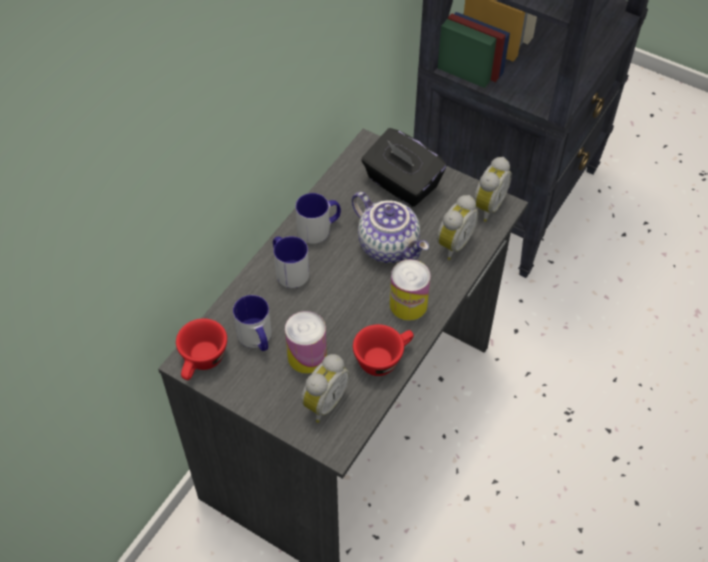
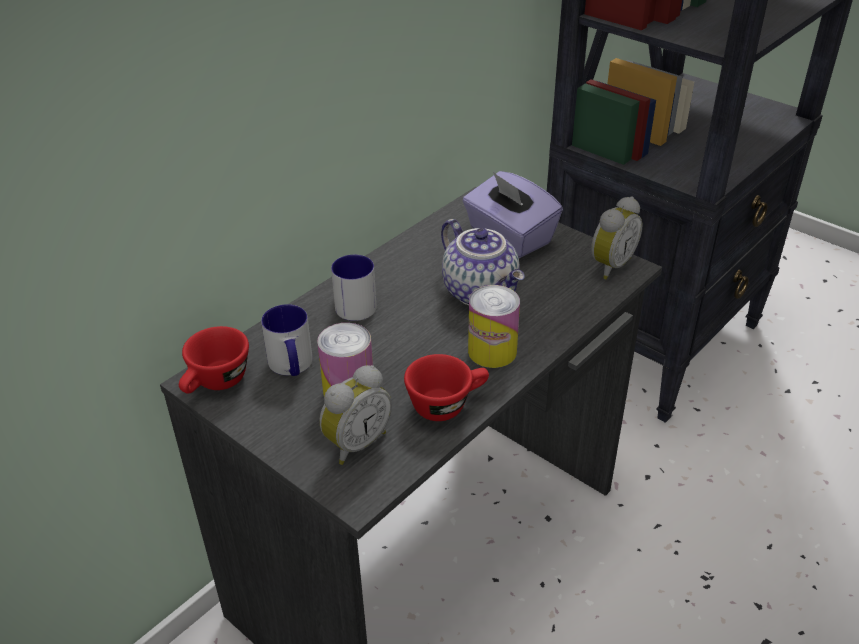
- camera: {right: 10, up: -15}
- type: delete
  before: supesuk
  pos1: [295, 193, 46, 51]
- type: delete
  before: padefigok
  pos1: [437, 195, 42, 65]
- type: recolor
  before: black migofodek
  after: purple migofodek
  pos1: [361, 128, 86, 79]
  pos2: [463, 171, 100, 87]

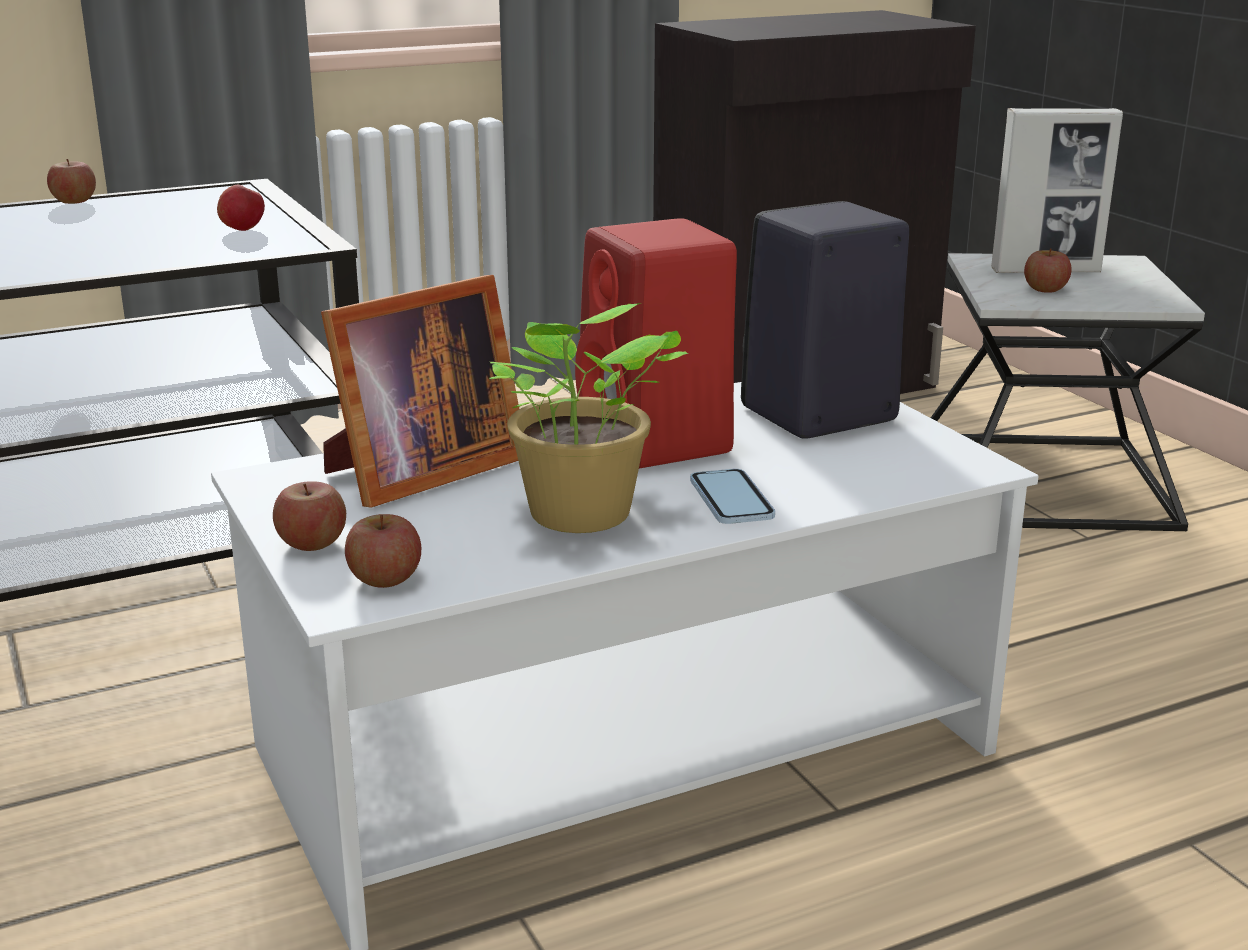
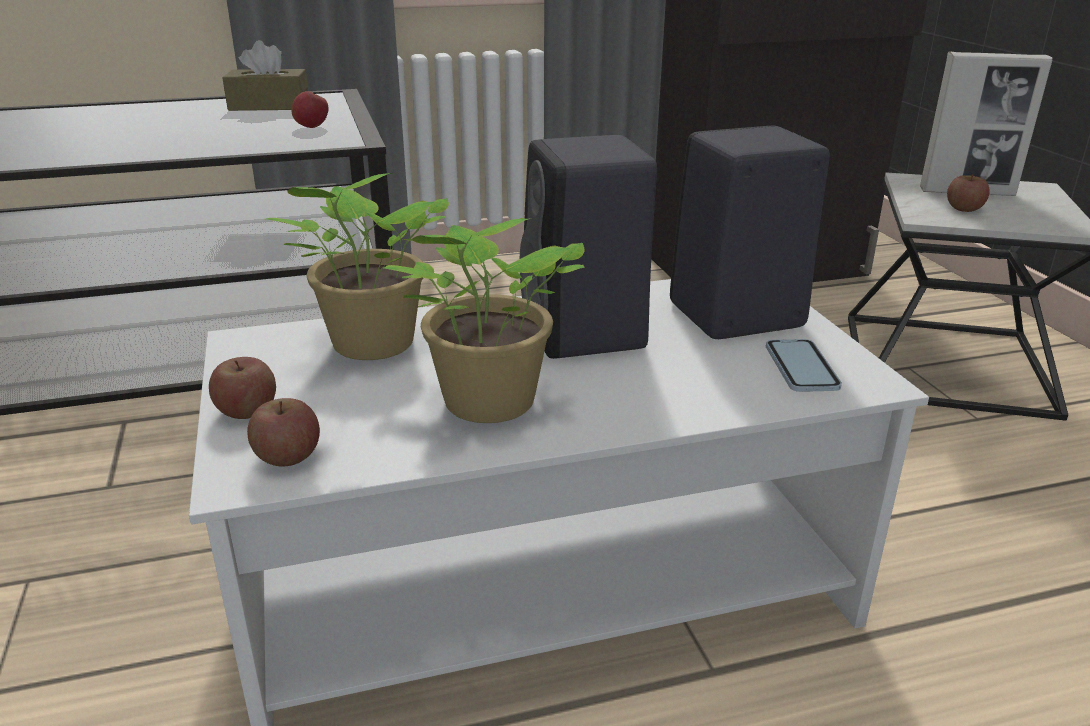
- camera: {right: 10, up: 5}
- type: delete
  before: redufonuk
  pos1: [47, 159, 49, 45]
- type: insert
  after: brown migofodek
  pos2: [223, 40, 85, 71]
- type: move
  before: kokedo
  pos1: [690, 469, 85, 55]
  pos2: [766, 339, 76, 53]
- type: replace
  before: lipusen
  after: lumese
  pos1: [321, 275, 198, 233]
  pos2: [266, 173, 183, 187]
- type: recolor
  before: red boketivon
  after: black boketivon
  pos1: [575, 218, 162, 251]
  pos2: [520, 135, 137, 224]

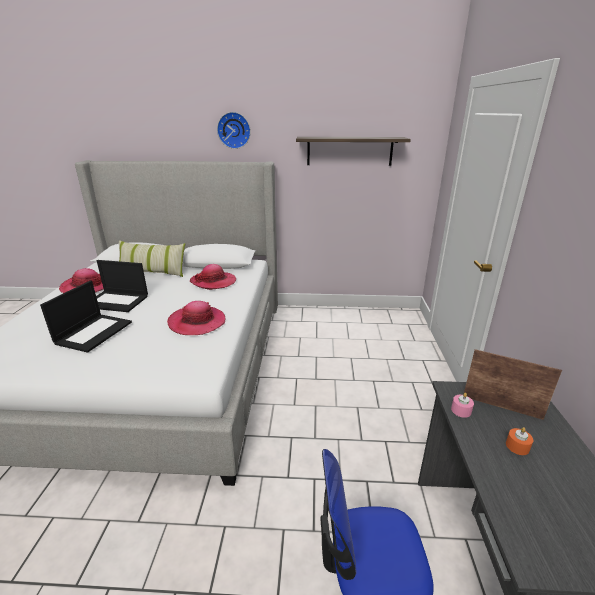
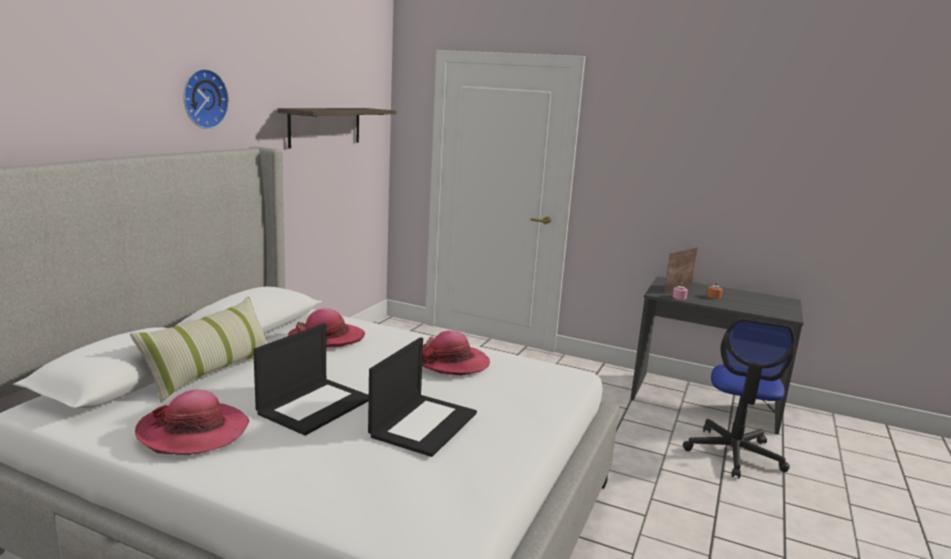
- camera: {right: -70, up: -10}
- type: rotate
  before: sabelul
  pos1: [40, 281, 92, 72]
  pos2: [368, 337, 109, 120]
  turn: 75

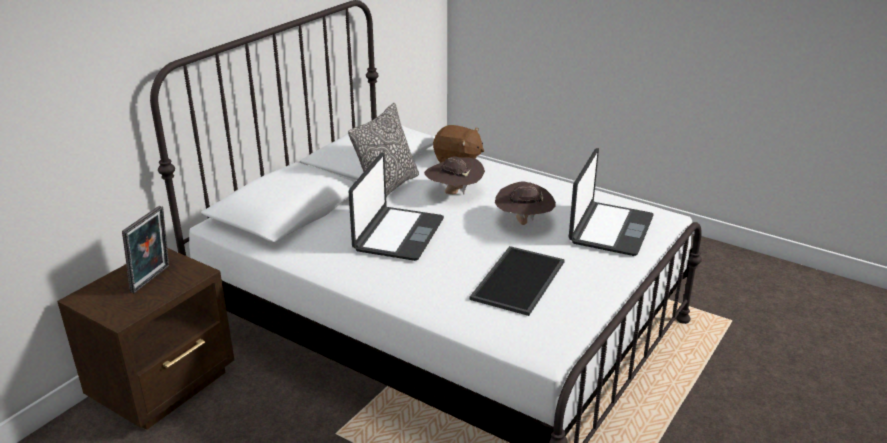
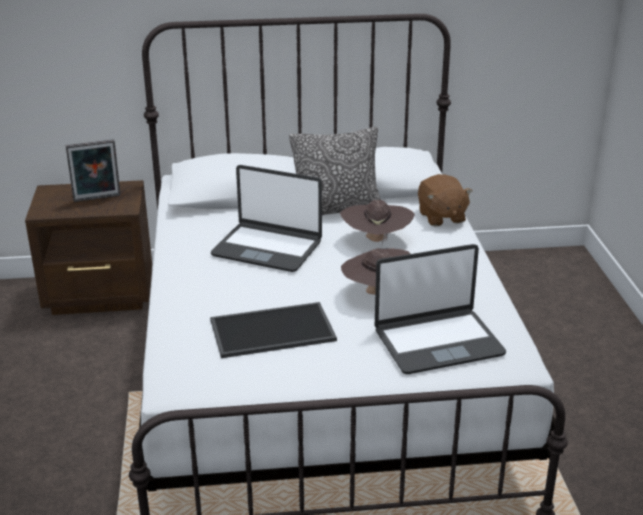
- camera: {right: 50, up: 0}
- type: rotate
  before: sabelul
  pos1: [349, 153, 95, 108]
  pos2: [211, 165, 111, 107]
  turn: 45

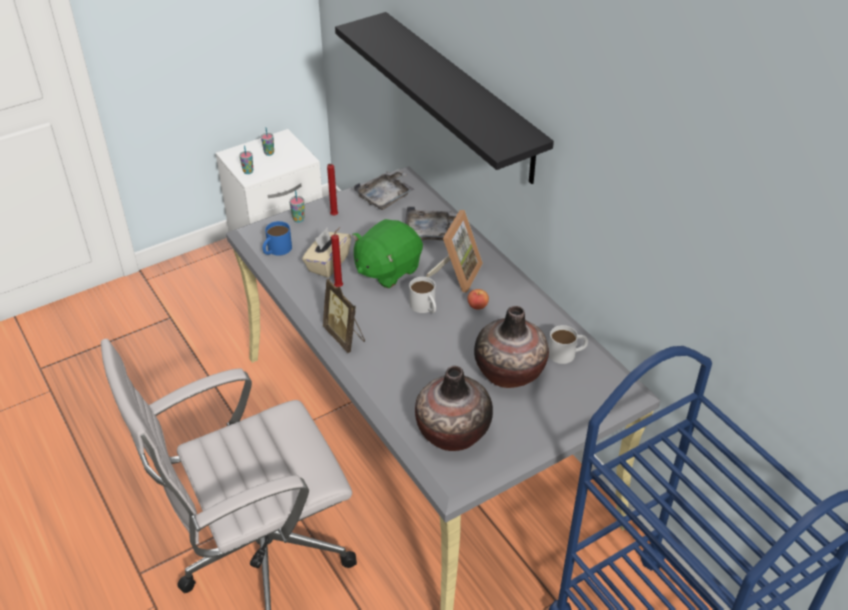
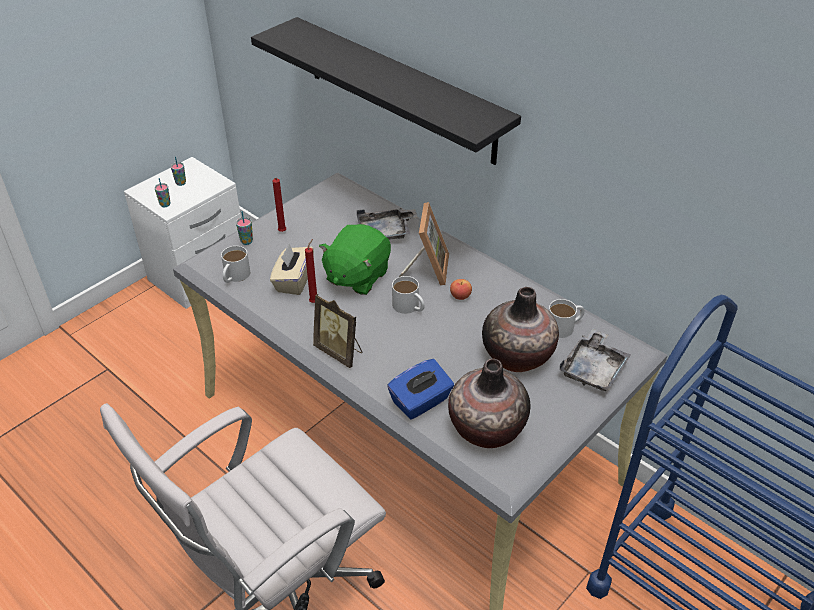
- camera: {right: -15, up: 0}
- type: insert
  after: blue migofodek
  pos2: [387, 359, 67, 61]
- type: move
  before: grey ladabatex
  pos1: [354, 169, 60, 41]
  pos2: [560, 328, 71, 63]
- type: recolor
  before: blue supesuk
  after: white supesuk
  pos1: [262, 221, 30, 34]
  pos2: [221, 246, 29, 37]

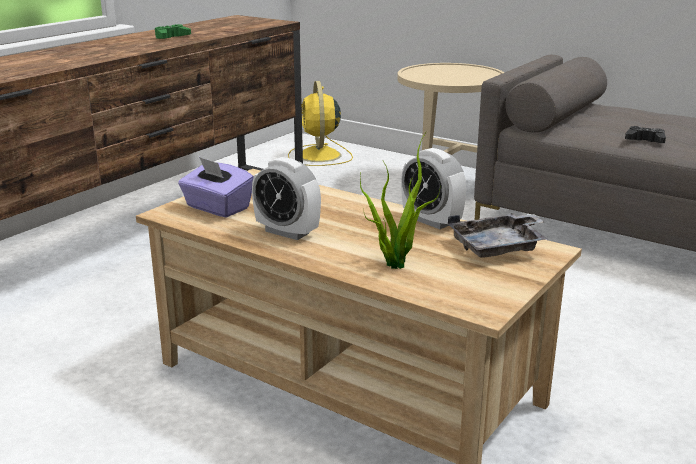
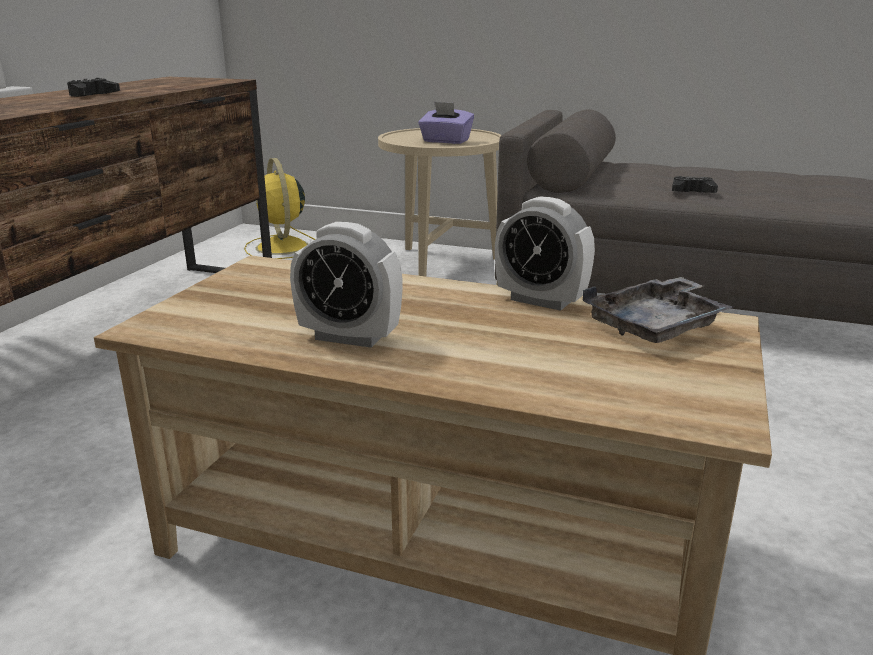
- camera: {right: -15, up: 0}
- type: delete
  before: lumese
  pos1: [360, 132, 81, 137]
- type: move
  before: purple migofodek
  pos1: [178, 157, 76, 61]
  pos2: [418, 101, 56, 43]
- type: recolor
  before: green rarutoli
  after: black rarutoli
  pos1: [155, 24, 36, 15]
  pos2: [67, 77, 53, 20]

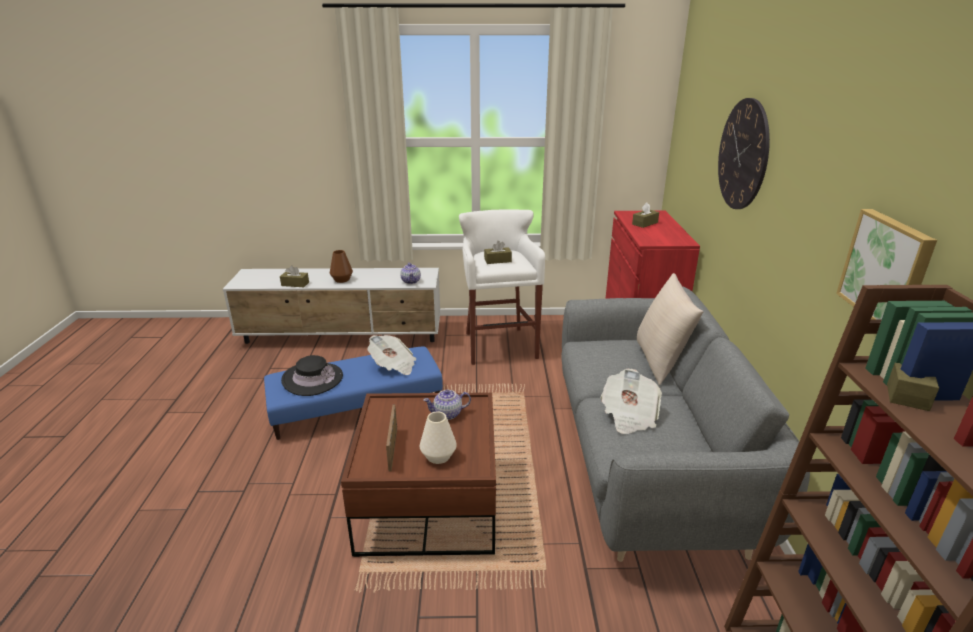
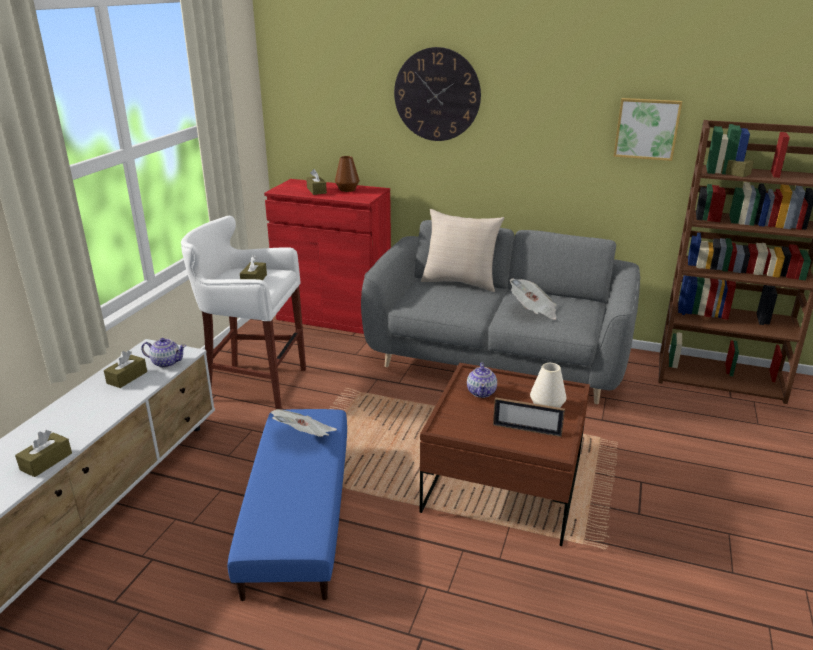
- camera: {right: -70, up: 0}
- type: delete
  before: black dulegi
  pos1: [281, 355, 62, 41]
- type: insert
  after: brown migofodek
  pos2: [104, 350, 43, 38]
- type: move
  before: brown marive
  pos1: [330, 250, 23, 33]
  pos2: [335, 156, 24, 36]

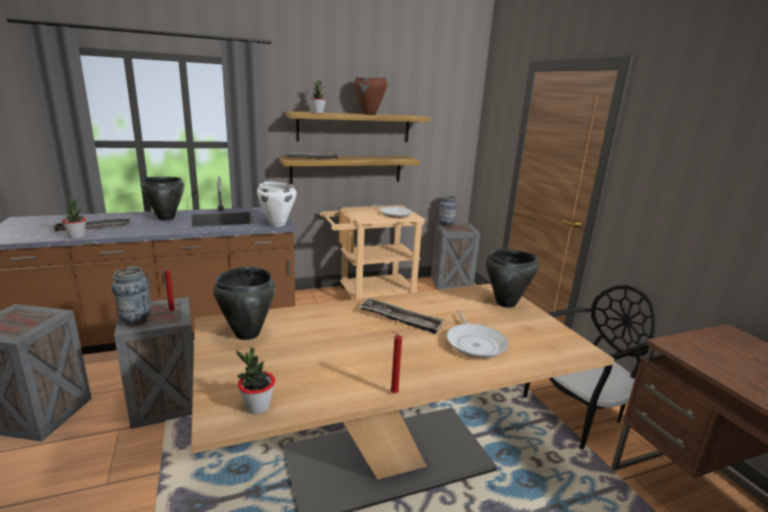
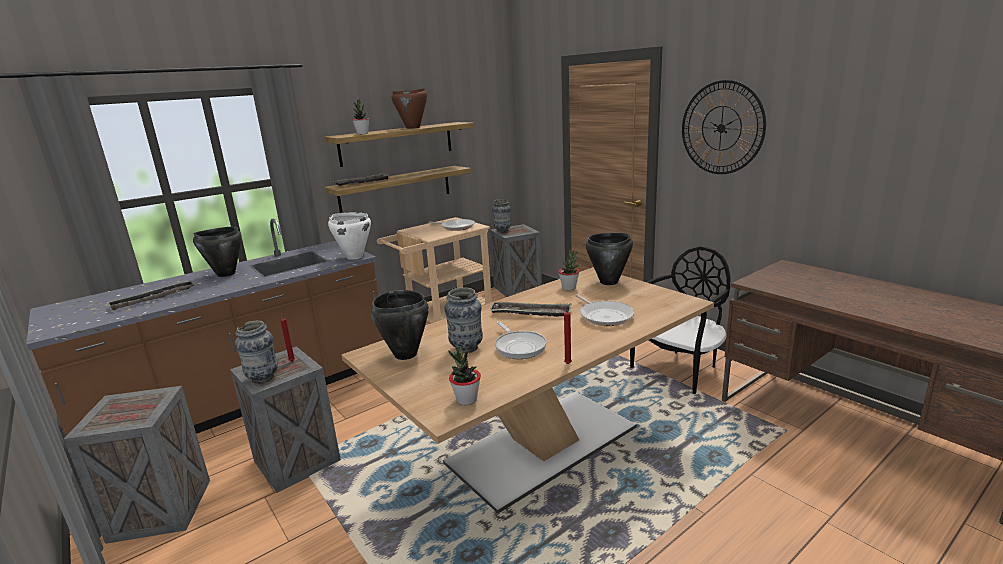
- camera: {right: -15, up: 0}
- type: insert
  after: marive
  pos2: [444, 287, 39, 67]
- type: insert
  after: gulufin
  pos2: [495, 321, 52, 38]
- type: insert
  after: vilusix
  pos2: [682, 80, 84, 94]
- type: move
  before: lumese
  pos1: [62, 198, 24, 41]
  pos2: [558, 249, 22, 41]

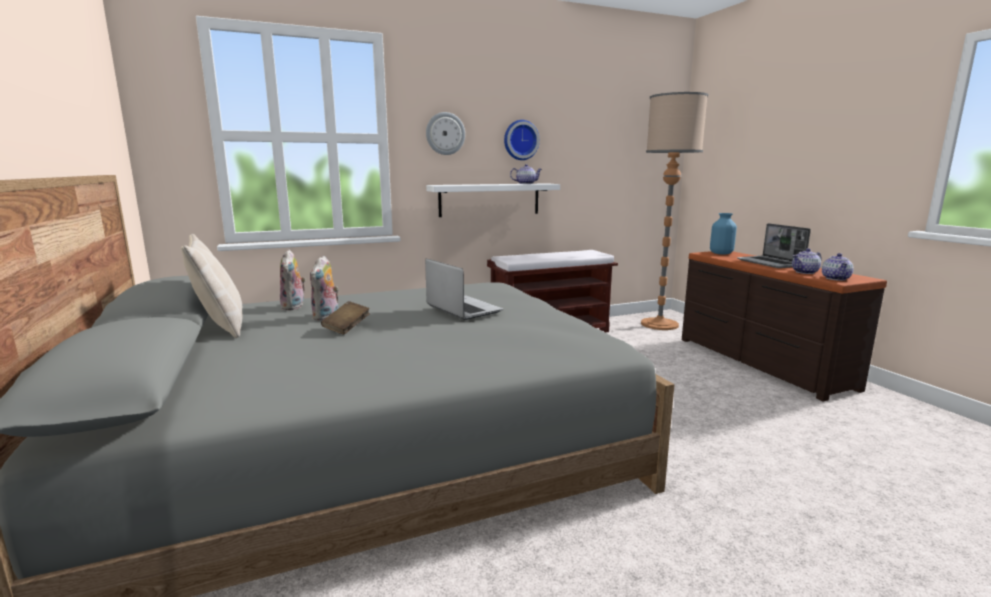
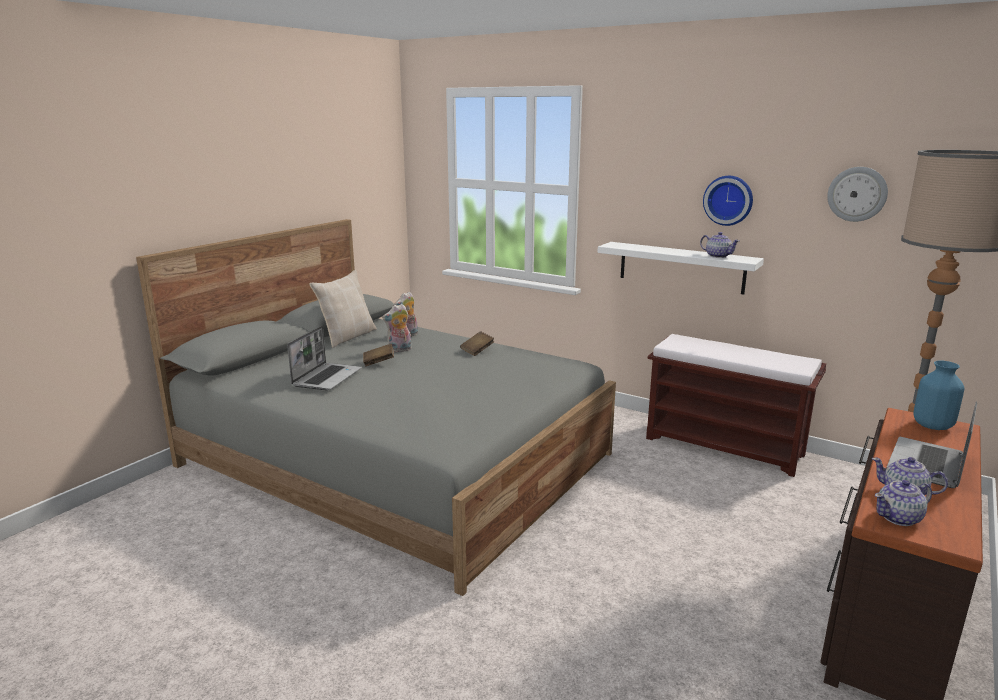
- camera: {right: 55, up: 5}
- type: insert
  after: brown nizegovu
  pos2: [460, 331, 34, 25]
- type: move
  before: sabelul
  pos1: [425, 258, 78, 62]
  pos2: [287, 326, 75, 64]
- type: move
  before: vilusix
  pos1: [426, 112, 39, 43]
  pos2: [827, 167, 61, 55]

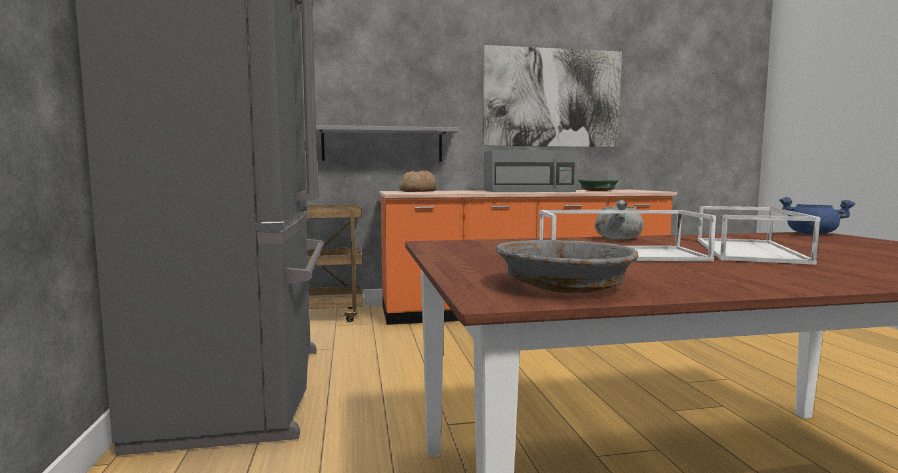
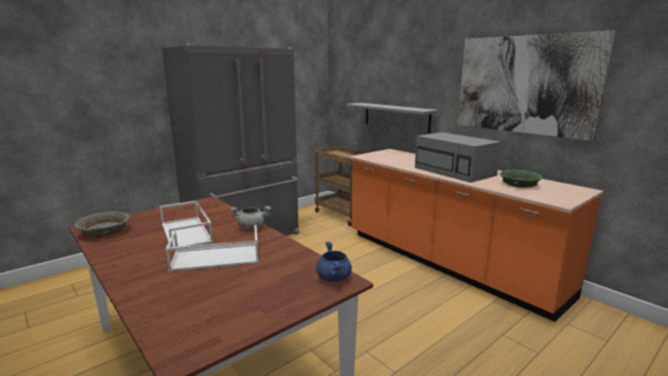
- camera: {right: 60, up: 10}
- type: delete
  before: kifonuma
  pos1: [399, 171, 38, 21]

